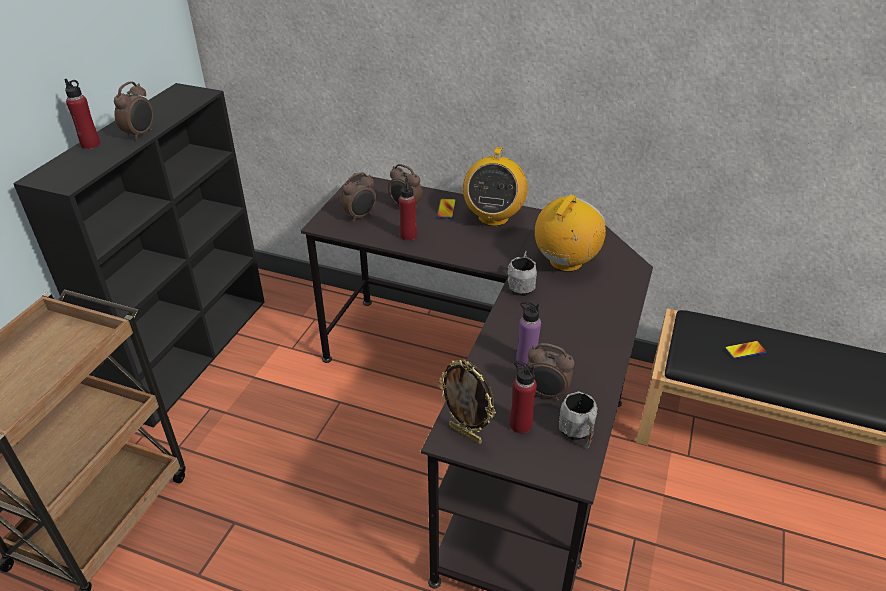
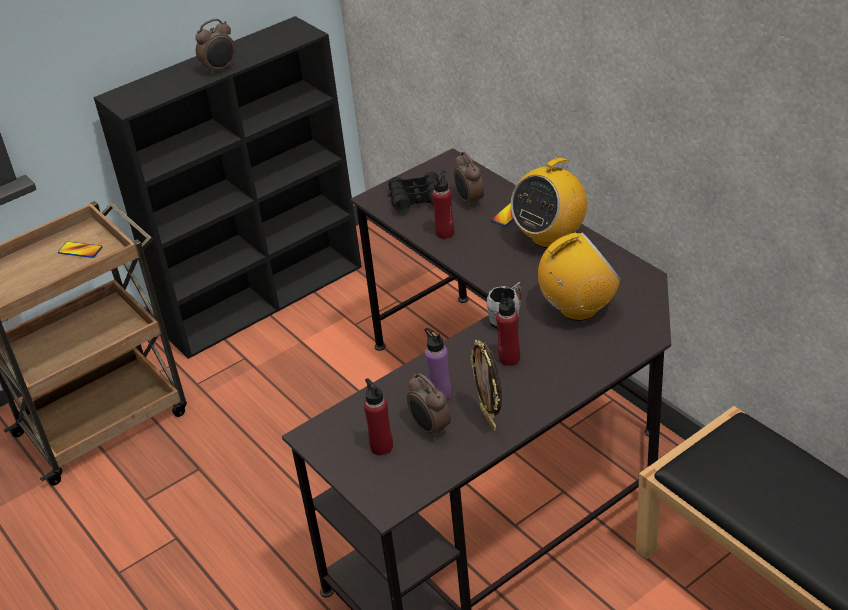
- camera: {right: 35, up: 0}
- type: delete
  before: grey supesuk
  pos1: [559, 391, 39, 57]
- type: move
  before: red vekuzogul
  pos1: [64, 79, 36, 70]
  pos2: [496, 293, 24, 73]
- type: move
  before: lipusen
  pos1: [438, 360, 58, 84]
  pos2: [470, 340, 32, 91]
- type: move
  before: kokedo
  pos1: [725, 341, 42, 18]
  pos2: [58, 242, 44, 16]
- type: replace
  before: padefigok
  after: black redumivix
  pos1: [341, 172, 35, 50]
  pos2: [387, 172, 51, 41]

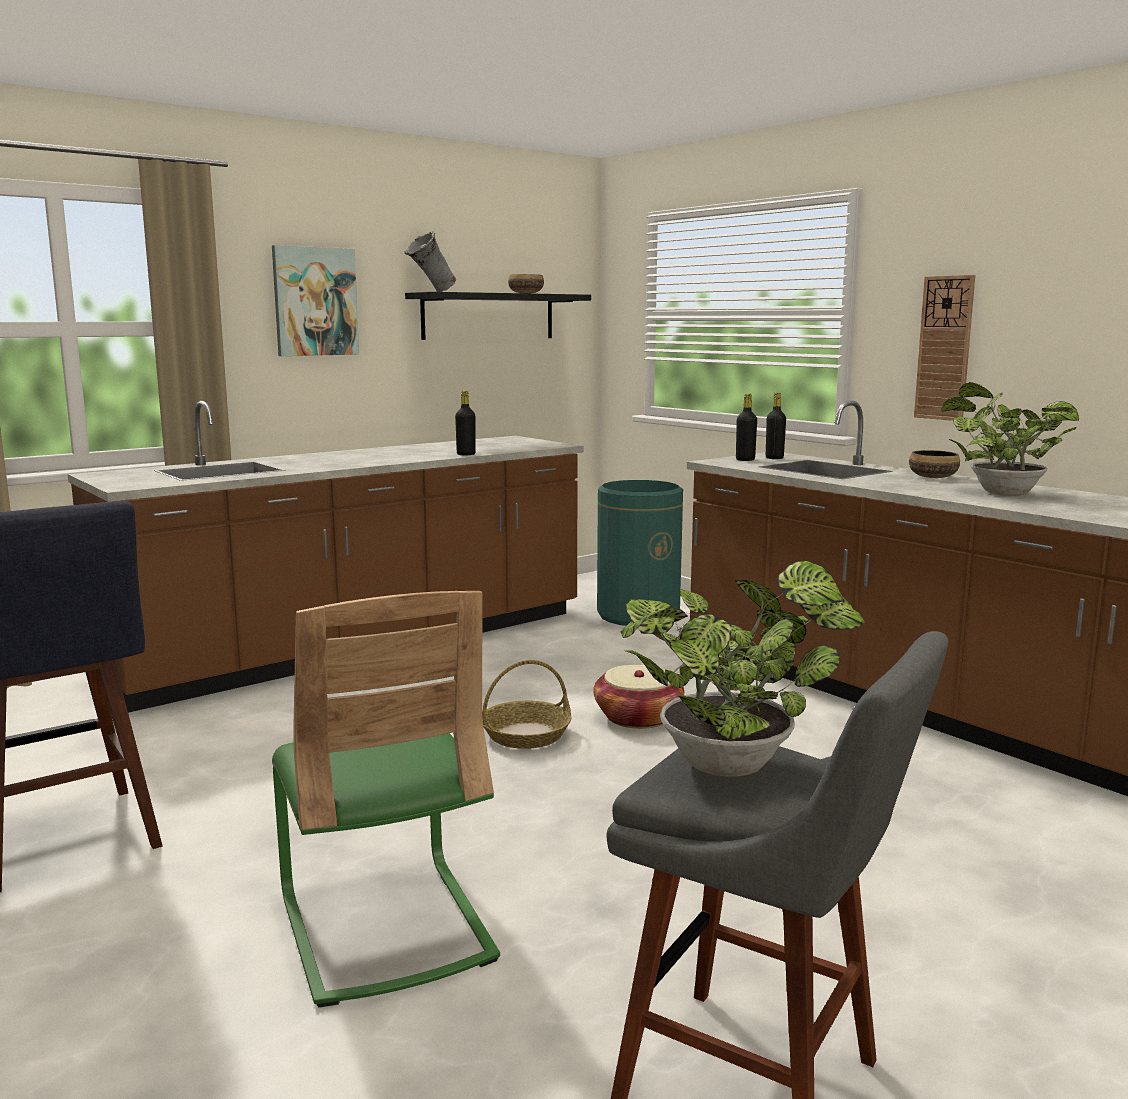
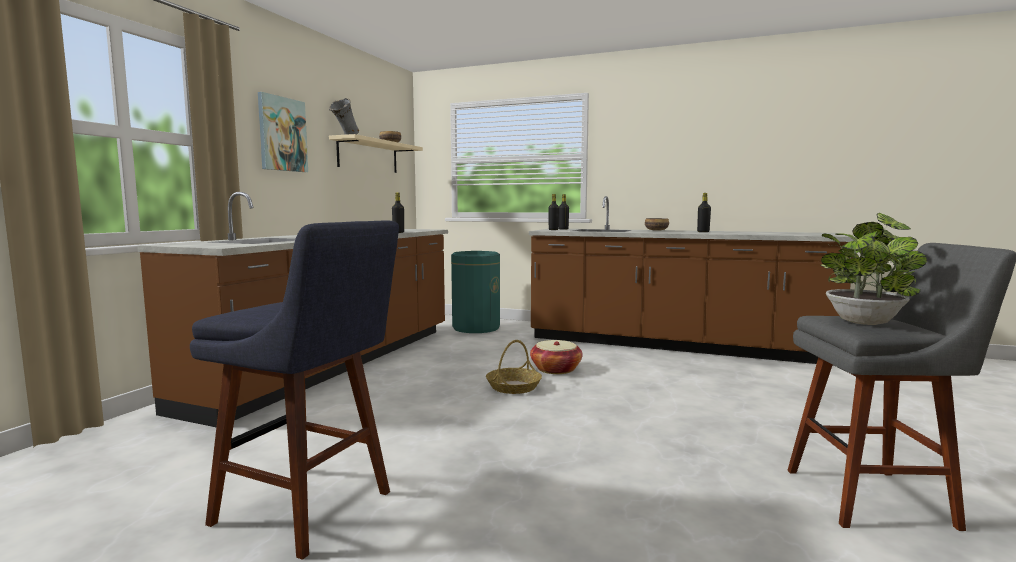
- camera: {right: -30, up: -5}
- type: delete
  before: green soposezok
  pos1: [272, 591, 228, 417]
- type: delete
  before: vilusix
  pos1: [914, 275, 61, 146]
- type: replace
  before: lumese
  after: black vekuzogul
  pos1: [941, 382, 138, 114]
  pos2: [697, 193, 14, 39]
- type: recolor
  before: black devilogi
  after: beige devilogi
  pos1: [405, 292, 186, 48]
  pos2: [329, 134, 94, 39]

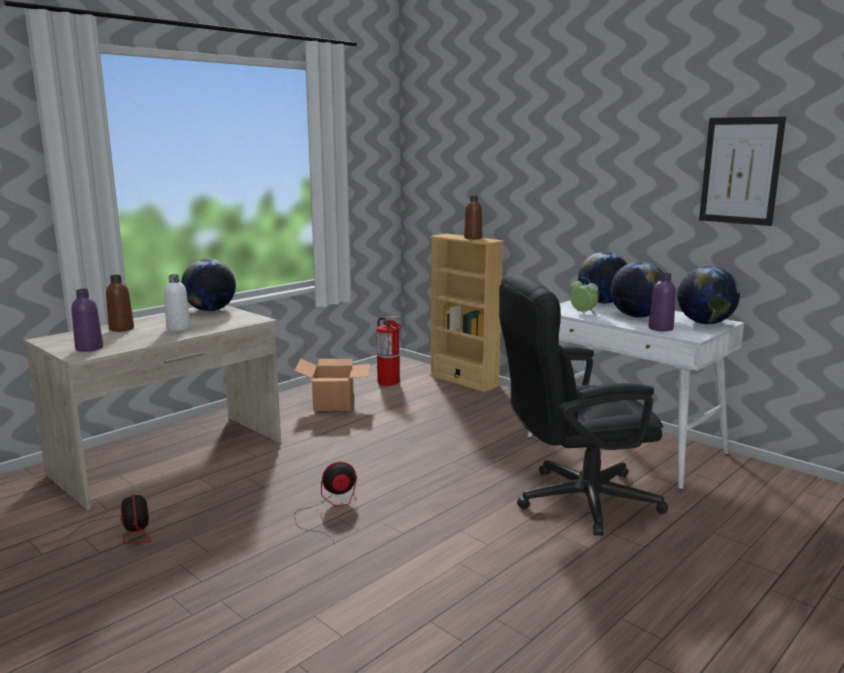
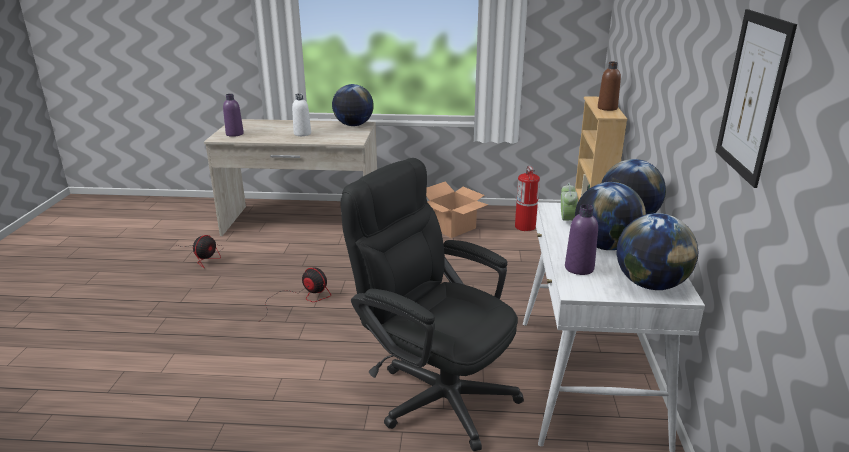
- camera: {right: 50, up: 10}
- type: delete
  before: brown vekuzogul
  pos1: [106, 275, 28, 57]

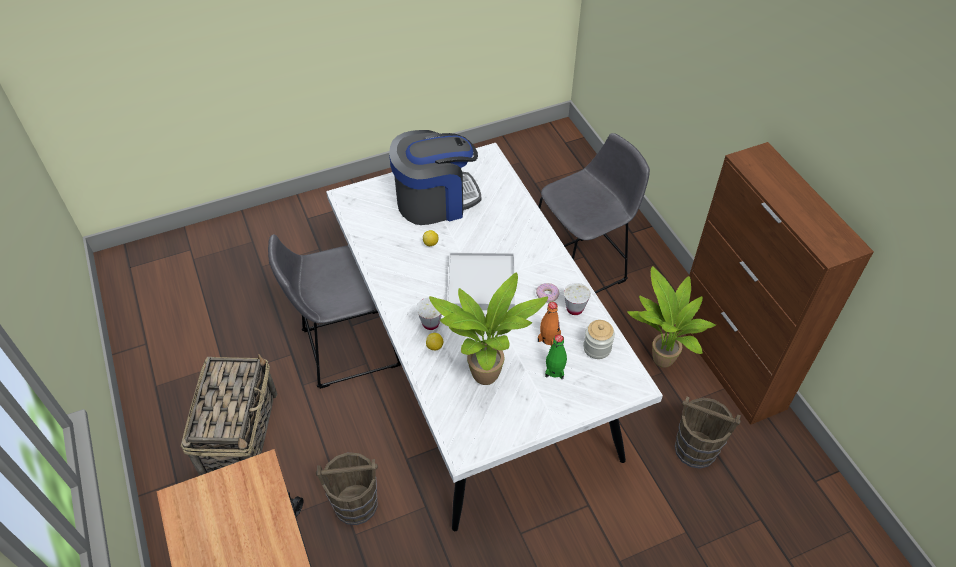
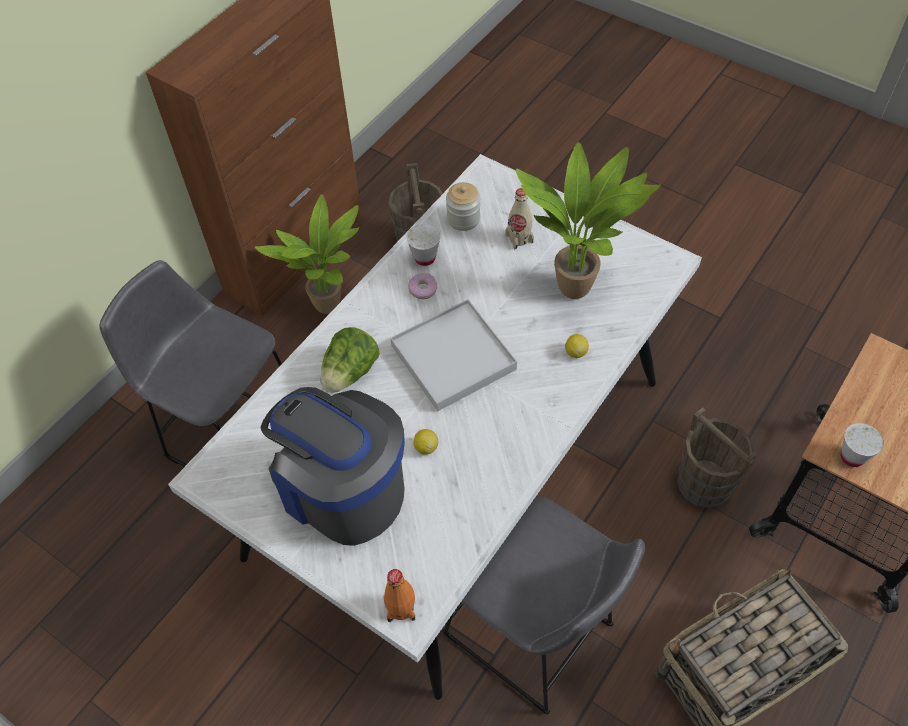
- camera: {right: -120, up: 5}
- type: insert
  after: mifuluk
  pos2: [320, 327, 60, 66]
- type: move
  before: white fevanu
  pos1: [416, 297, 26, 33]
  pos2: [841, 423, 43, 44]
- type: move
  before: orange vekuzogul
  pos1: [538, 302, 23, 44]
  pos2: [383, 569, 32, 53]
- type: recolor
  before: green vekuzogul
  after: beige vekuzogul
  pos1: [545, 335, 22, 44]
  pos2: [505, 188, 29, 61]

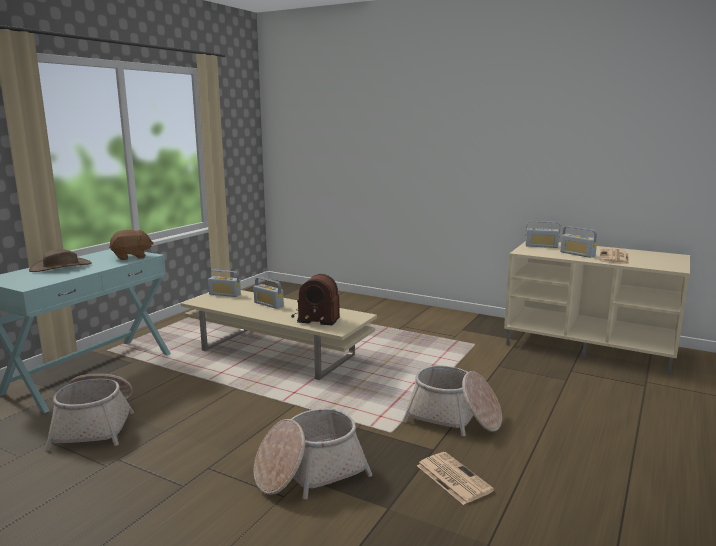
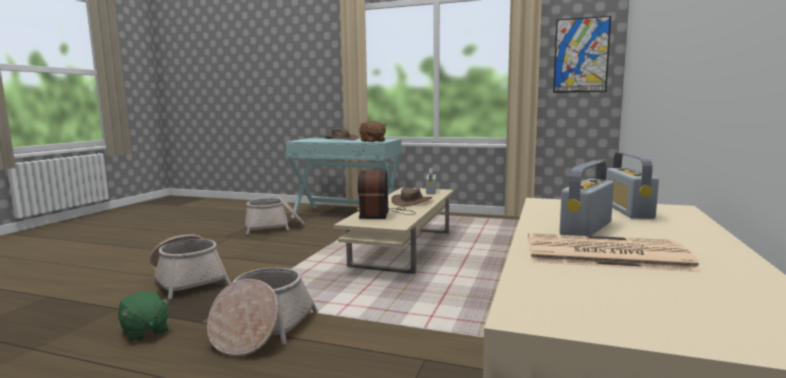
- camera: {right: 80, up: -5}
- type: insert
  after: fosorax
  pos2: [553, 16, 58, 77]
- type: replace
  before: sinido
  after: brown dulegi
  pos1: [253, 277, 31, 32]
  pos2: [391, 187, 42, 19]
- type: replace
  before: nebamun
  after: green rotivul
  pos1: [417, 452, 77, 53]
  pos2: [118, 291, 52, 51]

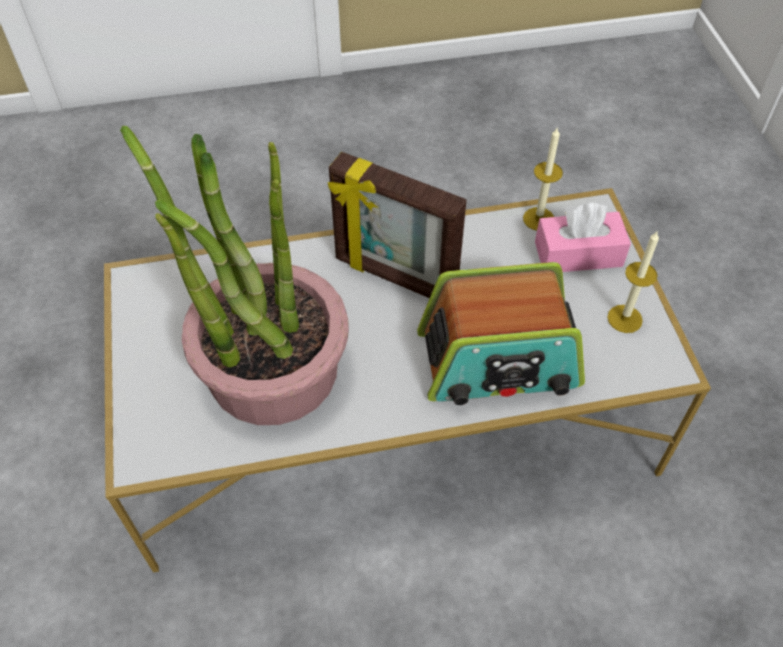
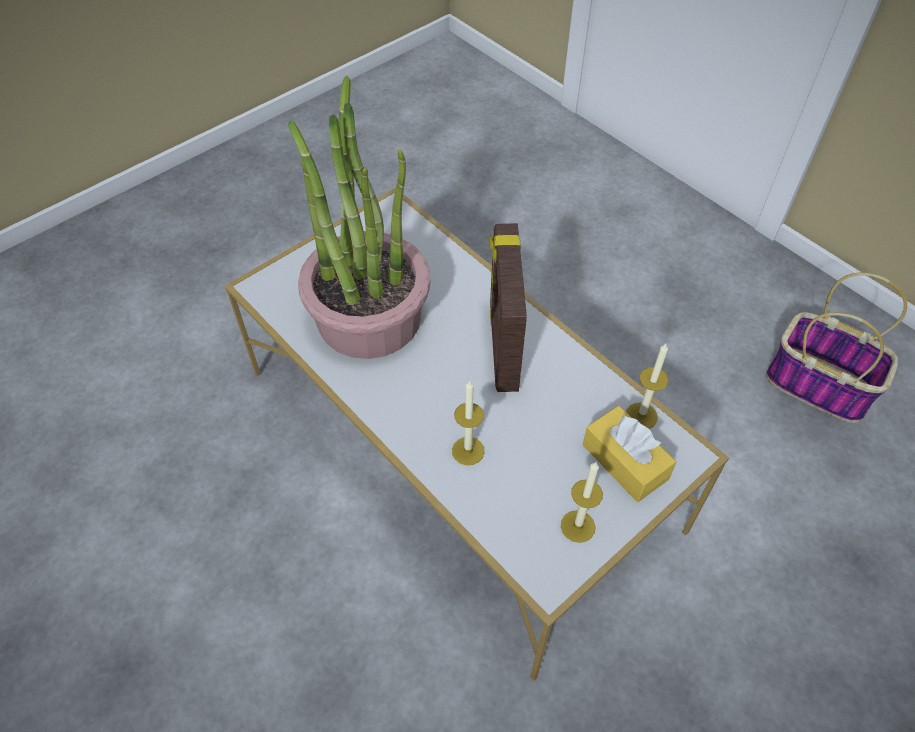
- camera: {right: 60, up: 0}
- type: insert
  after: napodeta
  pos2: [766, 272, 141, 151]
- type: replace
  before: sinido
  after: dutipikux
  pos1: [417, 262, 168, 143]
  pos2: [452, 381, 33, 84]
- type: recolor
  before: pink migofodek
  after: yellow migofodek
  pos1: [535, 203, 96, 69]
  pos2: [583, 406, 93, 96]

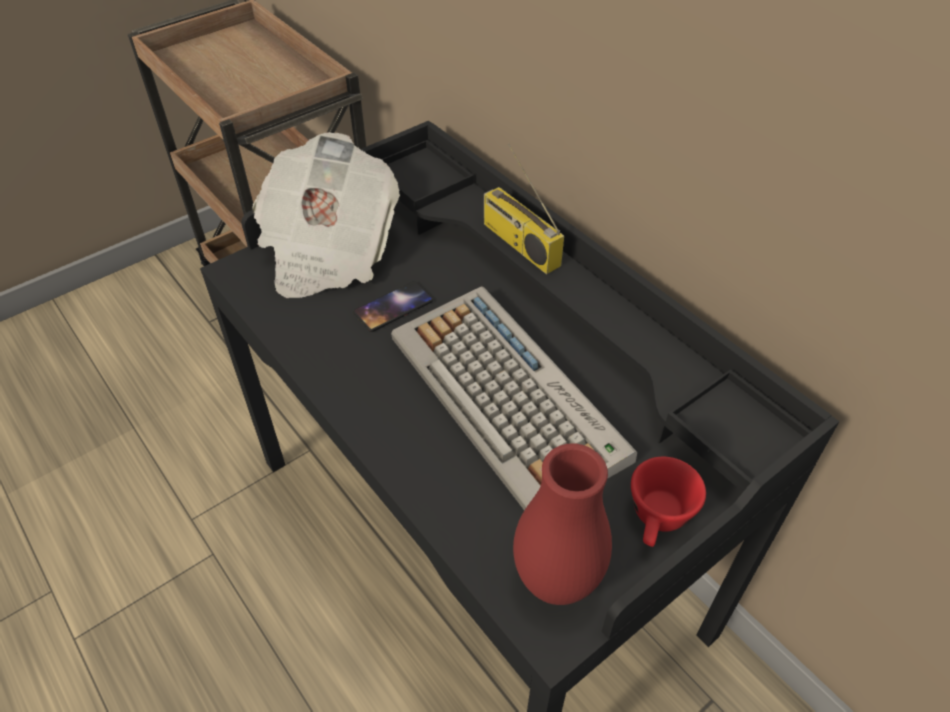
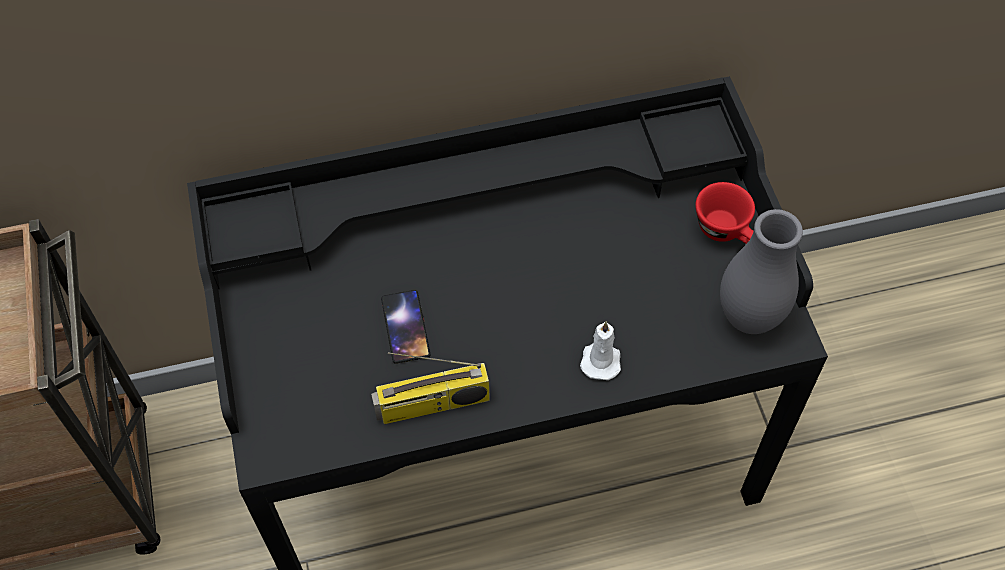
- camera: {right: -65, up: 10}
- type: delete
  before: nebamun
  pos1: [252, 132, 148, 166]
- type: delete
  before: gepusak
  pos1: [391, 286, 246, 224]
- type: insert
  after: white dutipikux
  pos2: [580, 321, 41, 59]
- type: move
  before: sinido
  pos1: [484, 144, 80, 130]
  pos2: [371, 352, 119, 72]
- type: recolor
  before: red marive
  after: grey marive
  pos1: [513, 443, 99, 162]
  pos2: [720, 209, 83, 125]

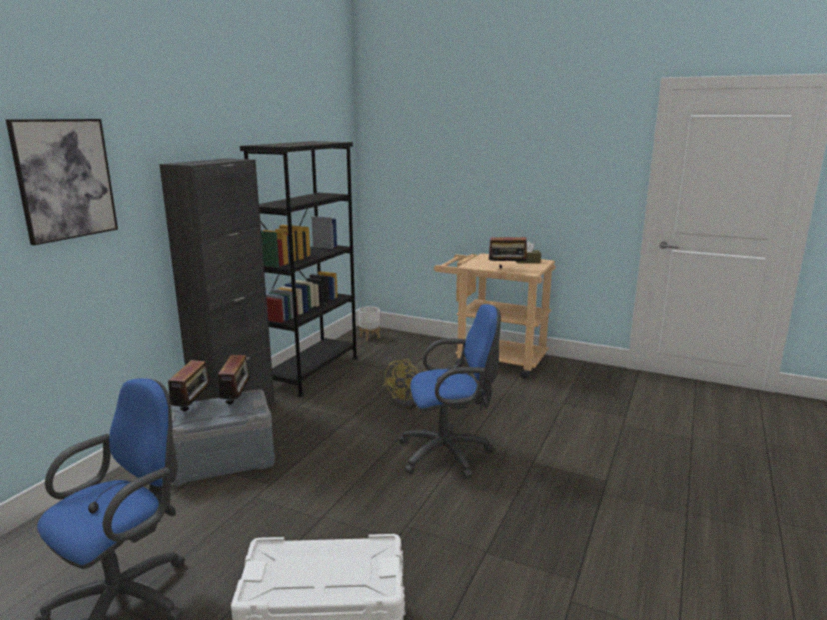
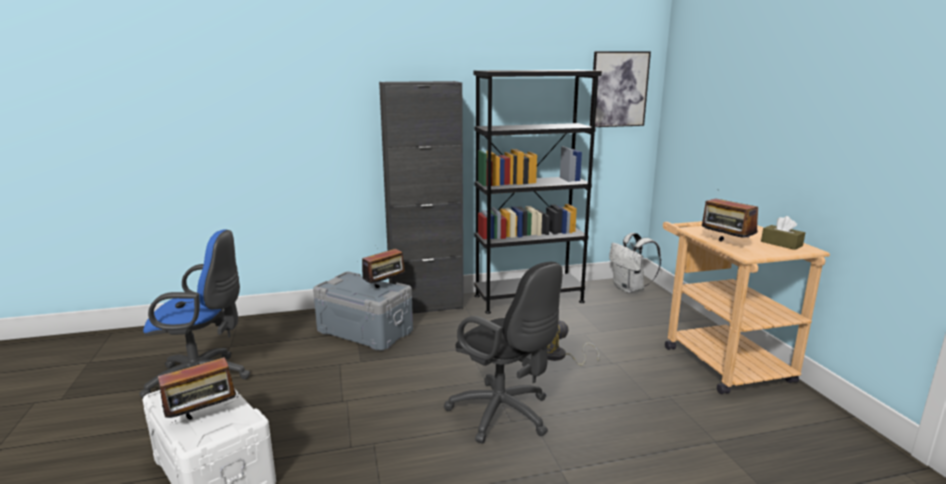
- camera: {right: 50, up: 0}
- type: move
  before: fosorax
  pos1: [6, 119, 112, 126]
  pos2: [590, 51, 61, 76]
- type: move
  before: sinido
  pos1: [168, 360, 42, 53]
  pos2: [158, 357, 82, 65]
- type: replace
  before: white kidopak
  after: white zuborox
  pos1: [358, 306, 22, 35]
  pos2: [609, 233, 52, 60]
- type: recolor
  before: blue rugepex
  after: black rugepex
  pos1: [398, 304, 103, 175]
  pos2: [444, 262, 119, 182]

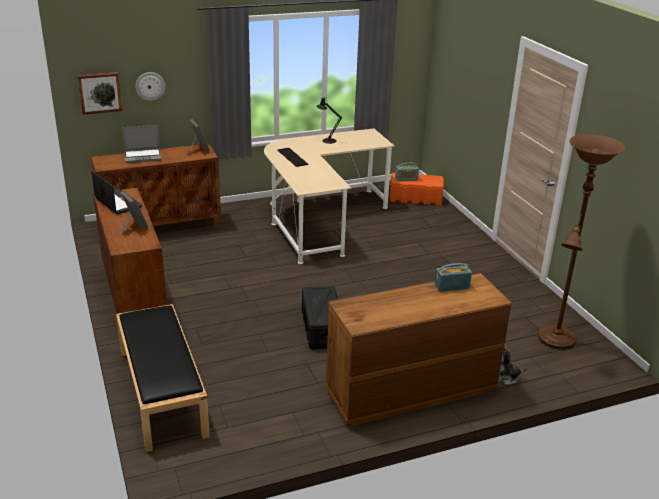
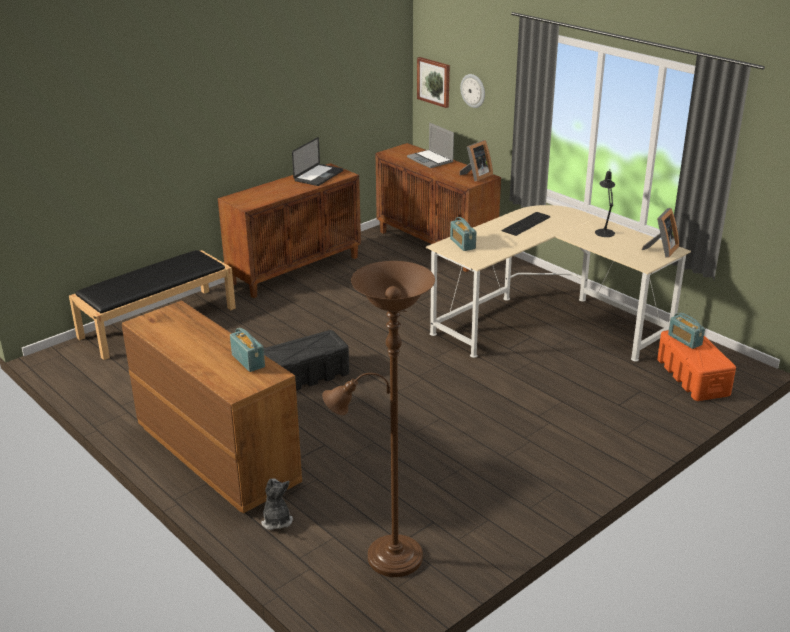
- camera: {right: 70, up: 0}
- type: insert
  after: sinido
  pos2: [450, 217, 26, 34]
- type: move
  before: lipusen
  pos1: [120, 191, 28, 45]
  pos2: [642, 208, 37, 50]

